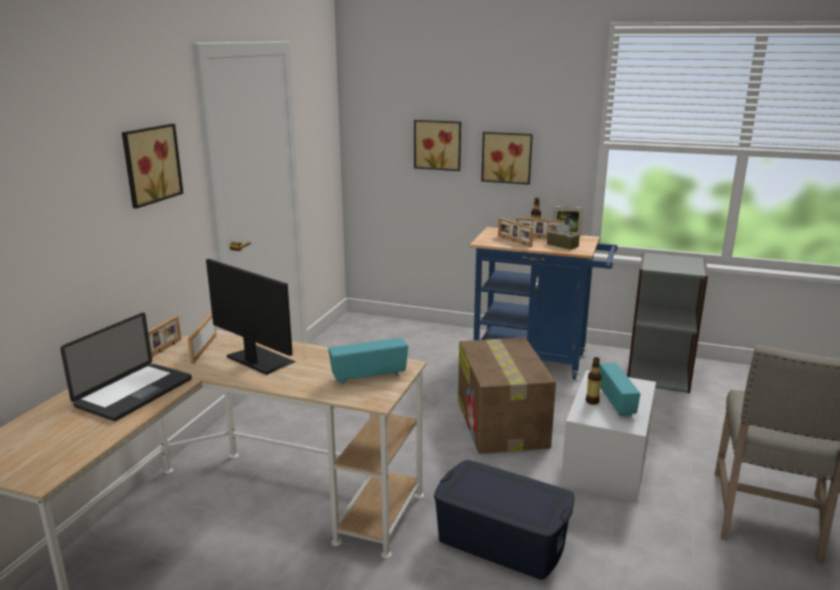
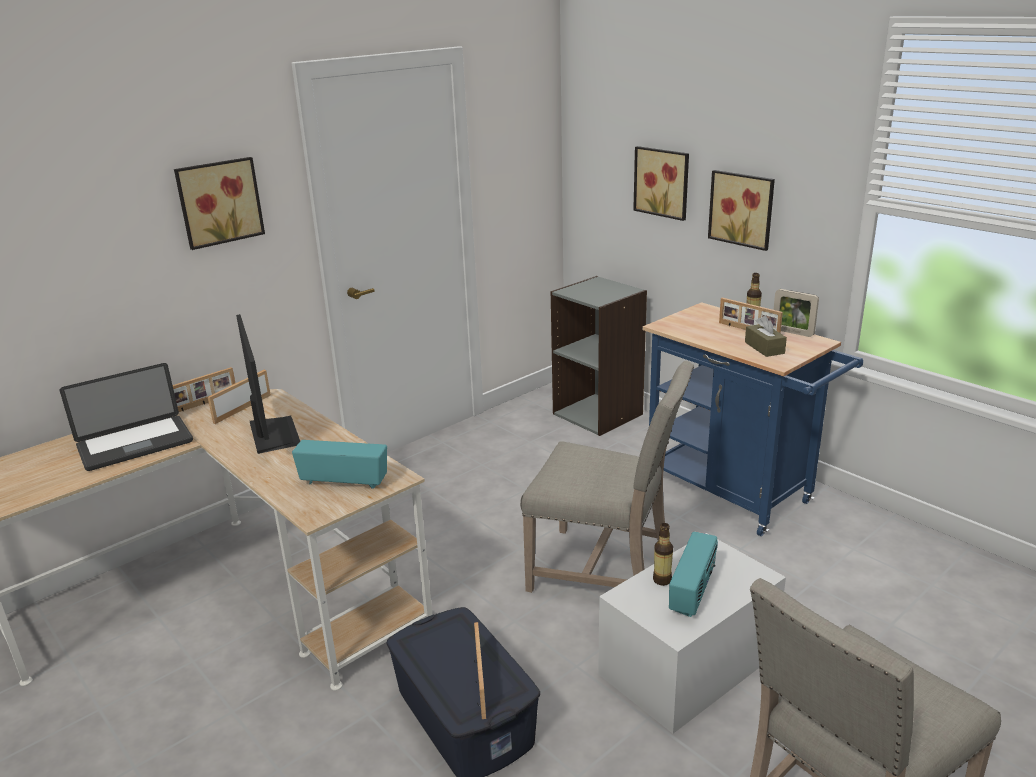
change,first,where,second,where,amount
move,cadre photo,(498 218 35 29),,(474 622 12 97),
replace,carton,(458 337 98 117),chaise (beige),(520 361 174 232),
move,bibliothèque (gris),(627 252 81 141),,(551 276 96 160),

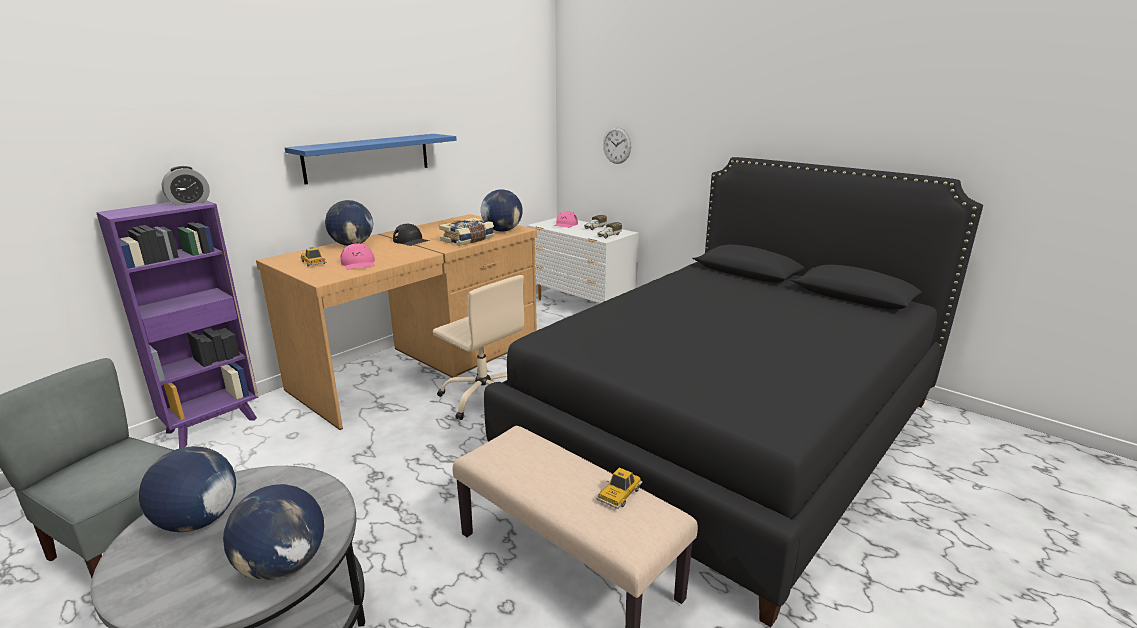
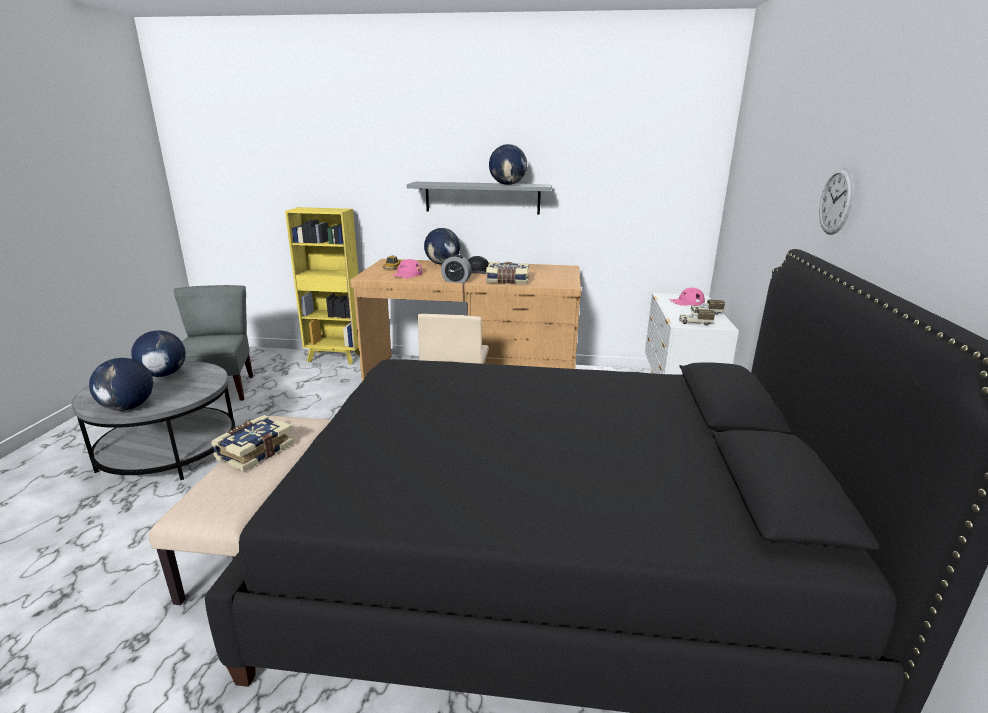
change,first,where,second,where,amount
insert,,,livre,(211 415 83 57),
recolor,bibliothèque (violet),(96 200 163 248),bibliothèque (jaune),(285 207 74 157),
recolor,étagère (bleu),(285 134 172 50),étagère (gris),(407 182 145 32),
move,réveil,(162 166 48 40),,(441 254 30 29),
move,globe,(481 189 42 43),,(489 144 38 41),
move,horloge murale,(603 127 28 37),,(819 168 35 67),
delete,petite voiture,(596 467 46 42),,,

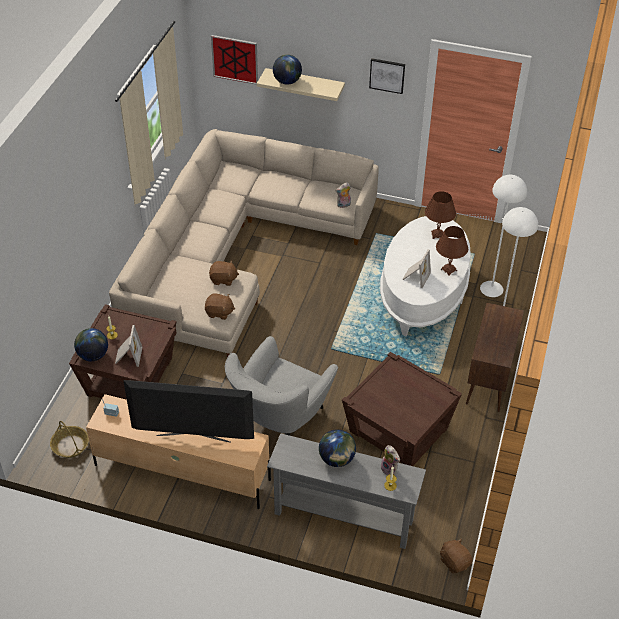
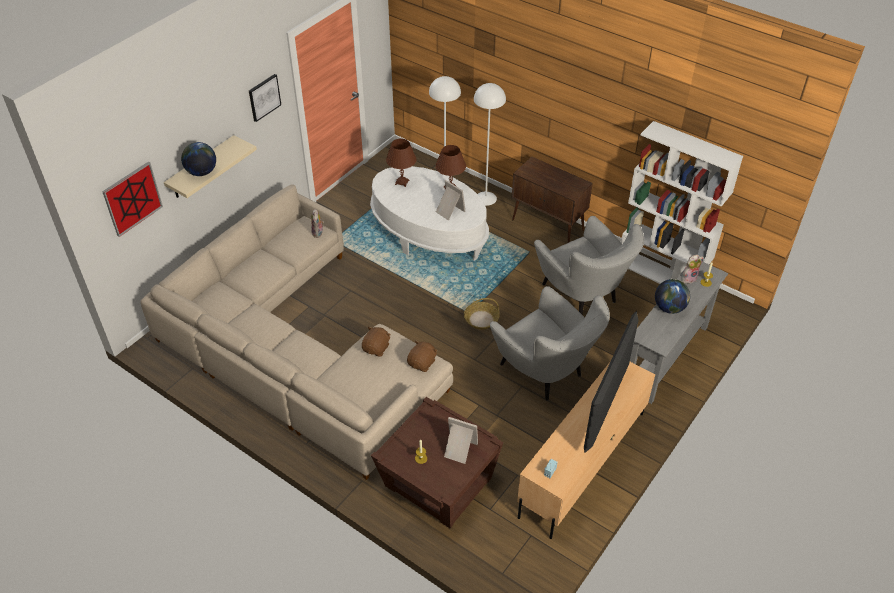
change,first,where,second,where,amount
move,panier,(50 421 39 37),,(464 298 36 32),
replace,table d'appoint (marron),(342 352 120 114),fauteuil (gris),(534 216 110 98),
insert,,,bibliothèque (blanc),(621 121 122 163),
delete,globe,(74 328 34 33),,,
delete,peluche (marron),(440 539 33 34),,,

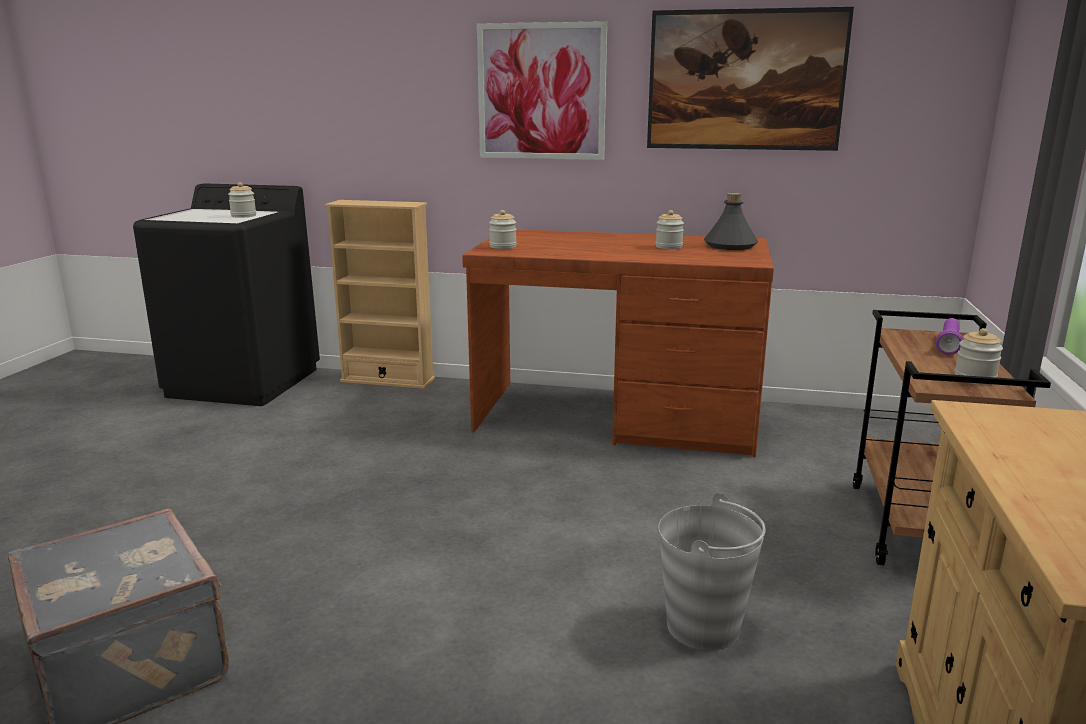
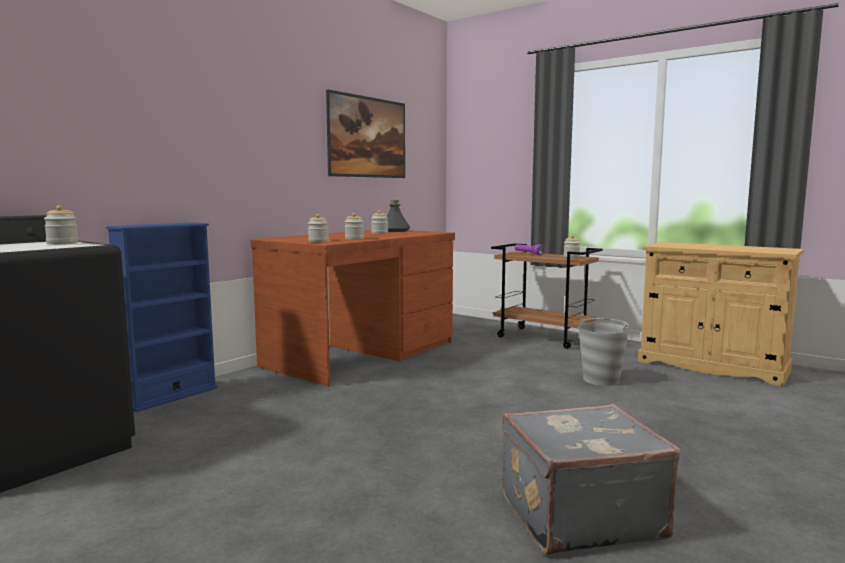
change,first,where,second,where,amount
recolor,bibliothèque (beige),(325 200 110 189),bibliothèque (bleu),(106 222 112 190),
insert,,,bocal,(345 213 19 27),
delete,tableau,(477 21 130 139),,,

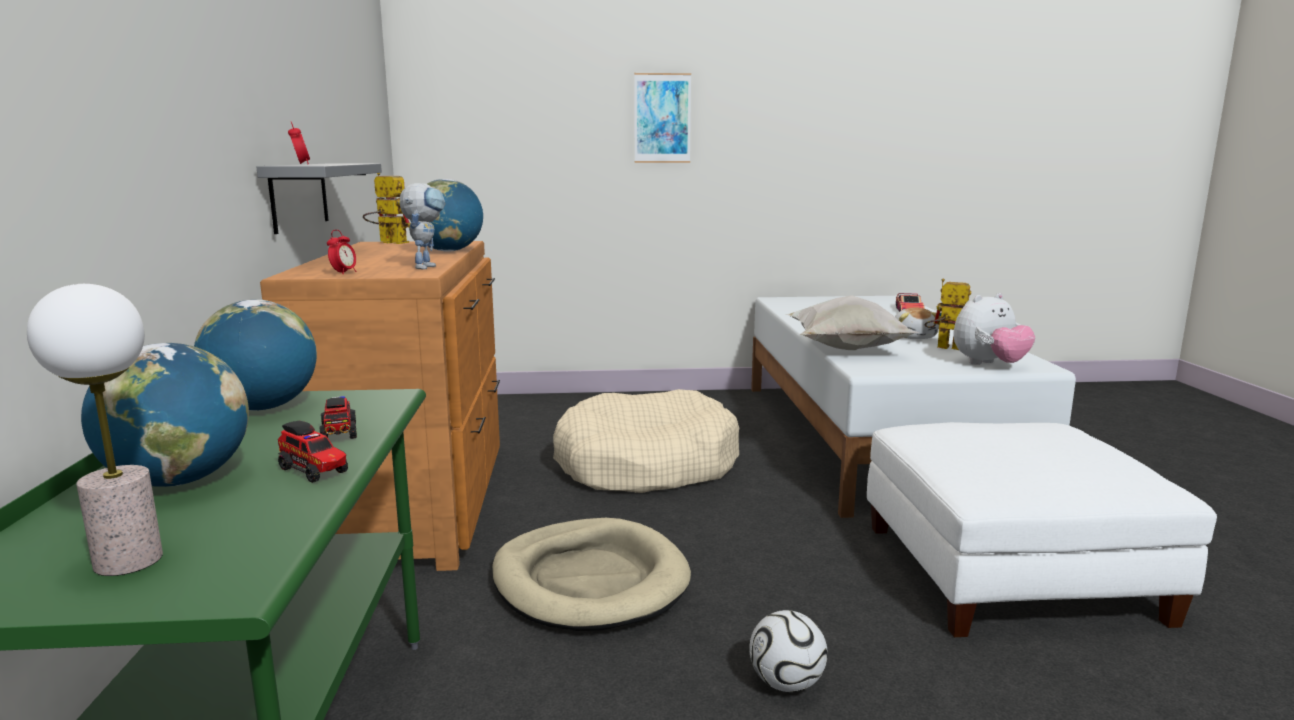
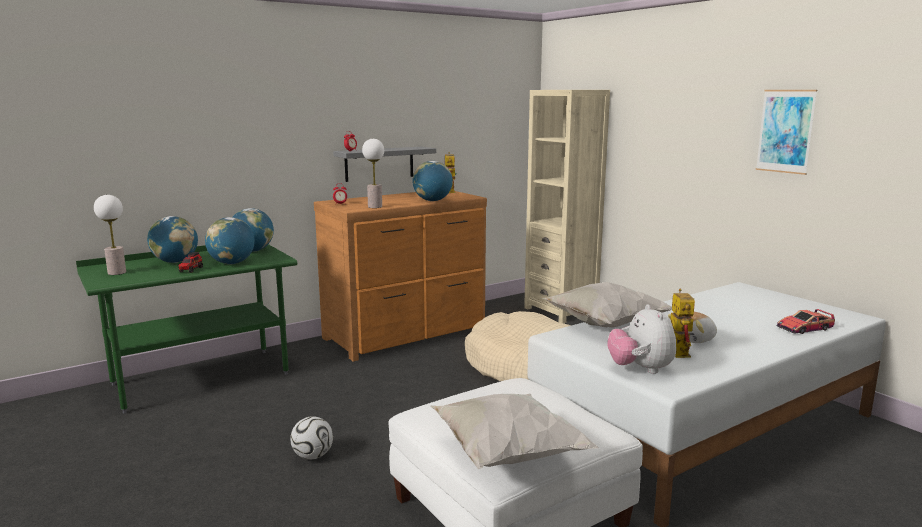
change,first,where,second,where,amount
replace,camion jouet,(319 396 38 43),globe,(205 217 50 47),
replace,robot jouet,(400 183 46 87),lampe de table,(362 139 22 69),
insert,,,coussin (blanc),(431 393 168 76),
insert,,,bibliothèque (beige),(524 90 86 233),
rotate,peluche,(953 293 82 72),,(607 304 69 70),45 degrees clockwise
move,tableau,(634 73 57 90),,(756 90 61 85),
delete,panier pour chien (beige),(492 518 199 113),,,

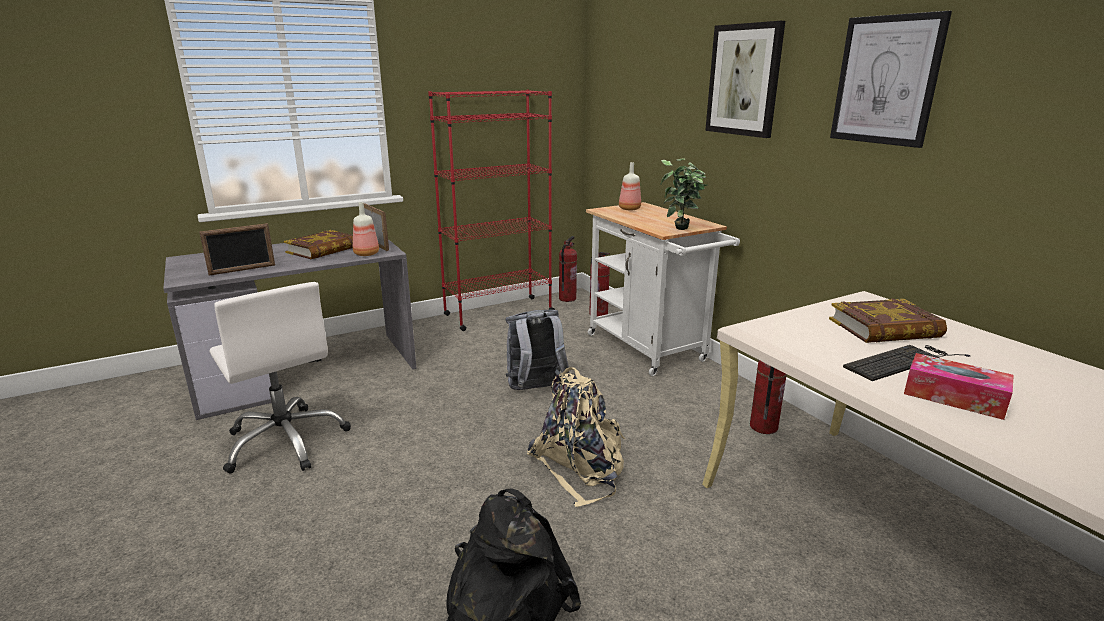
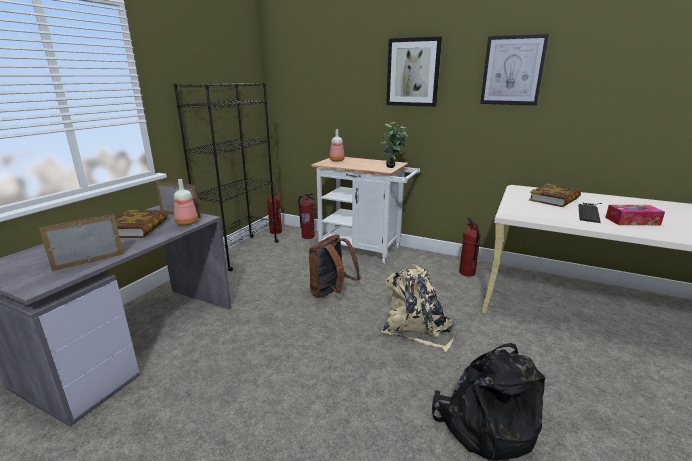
change,first,where,second,where,amount
rotate,cadre photo,(199 223 76 53),,(39 214 84 57),150 degrees counterclockwise
recolor,bibliothèque (rouge),(428 89 127 242),bibliothèque (noir),(174 82 105 189),
recolor,sac à dos (gris),(506 310 63 80),sac à dos (marron),(309 235 52 63),
delete,chaise de bureau (blanc),(209 282 142 192),,,

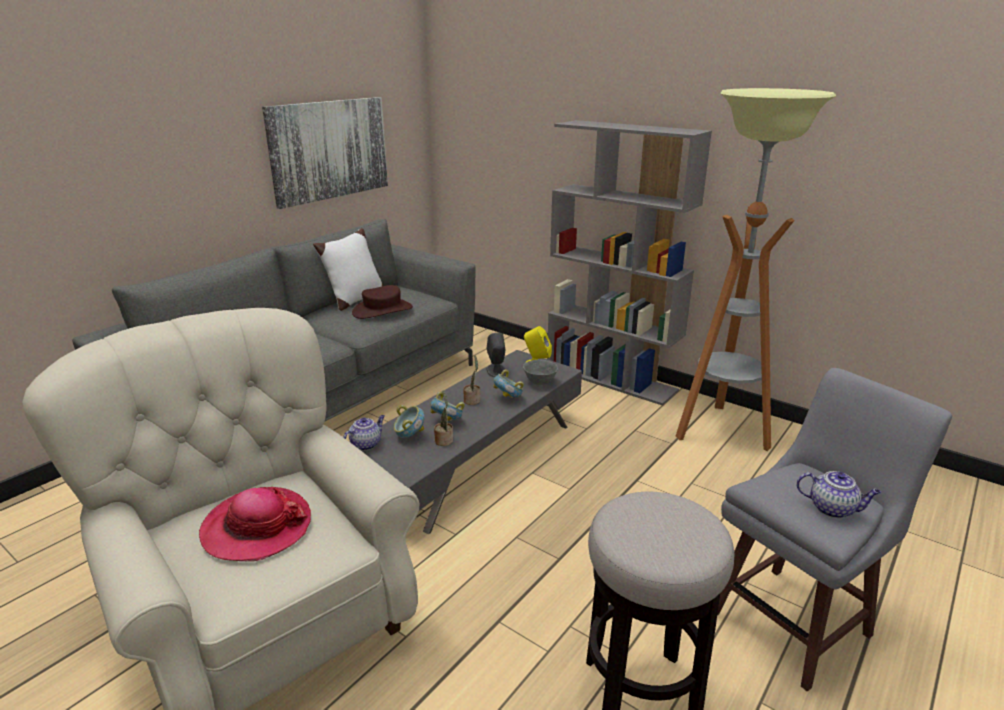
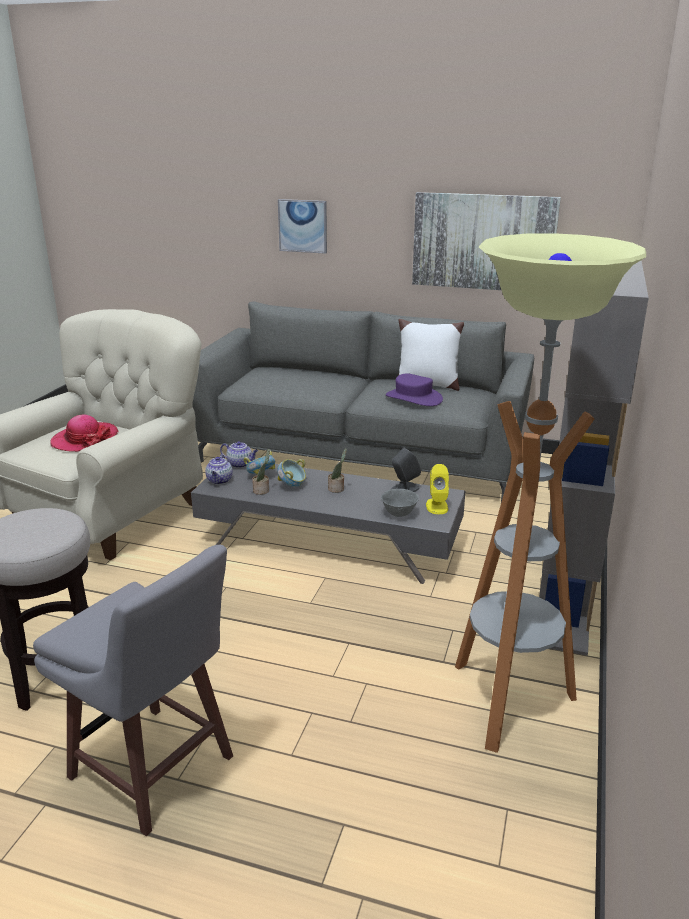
change,first,where,second,where,amount
move,théière,(796 471 85 47),,(205 454 28 30),
insert,,,tableau,(278 199 49 55),
recolor,chapeau (marron),(352 285 61 34),chapeau (violet),(386 373 57 33),
delete,bol,(493 369 31 29),,,

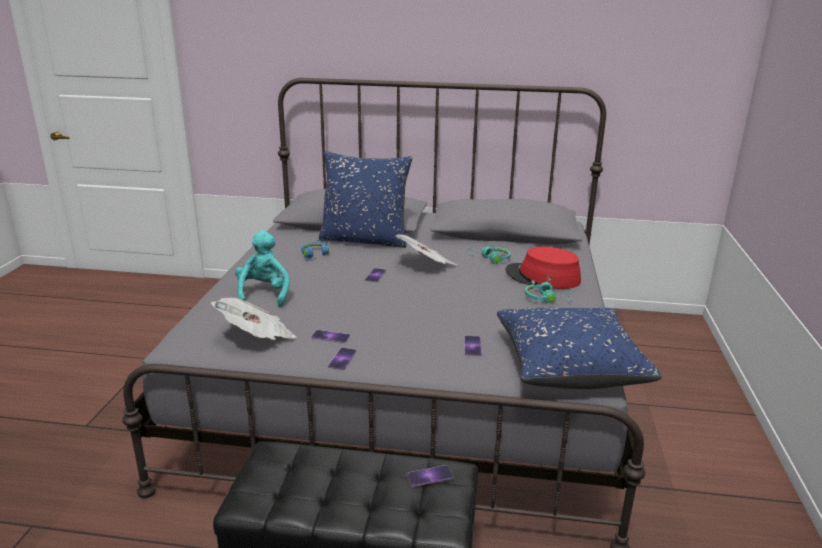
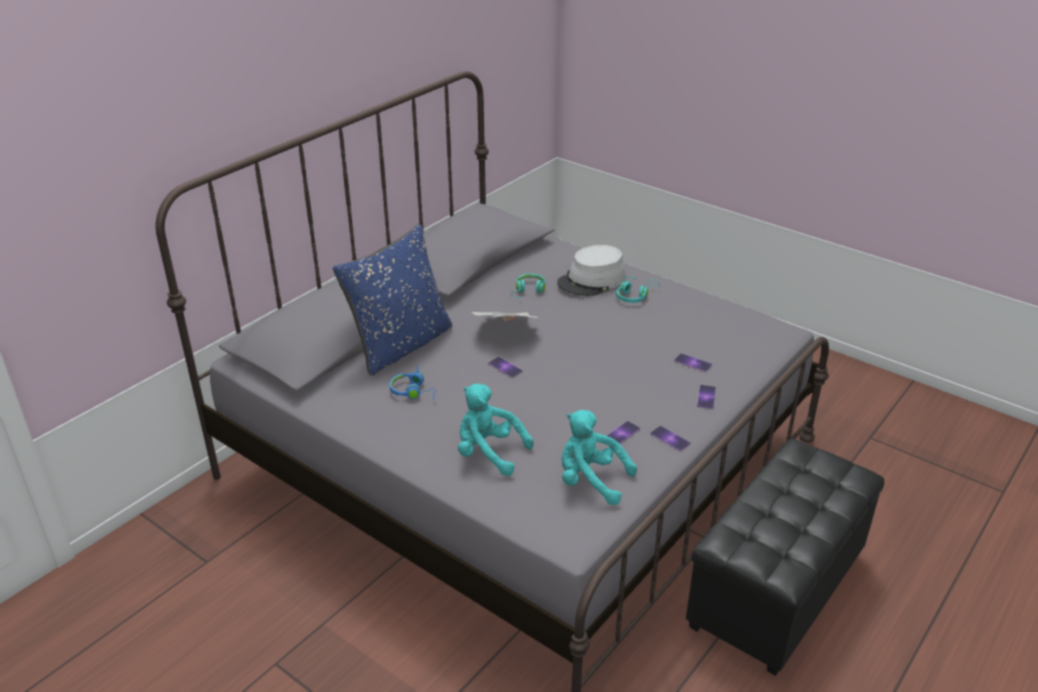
change,first,where,second,where,amount
recolor,chapeau (rouge),(505 247 76 42),chapeau (gris),(557 245 68 51),
replace,journal,(211 298 86 42),peluche (turquoise),(561 410 76 95),
move,téléphone,(407 465 46 22),,(697 385 19 24),
delete,coussin (bleu),(497 308 165 81),,,

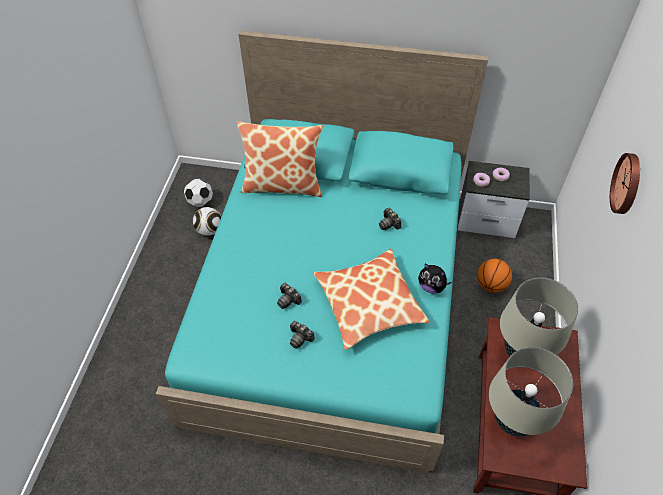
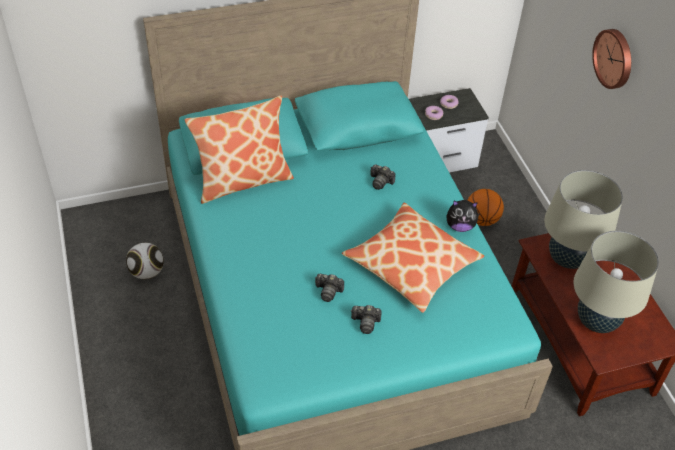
change,first,where,second,where,amount
delete,ballon de foot,(184 179 29 28),,,

